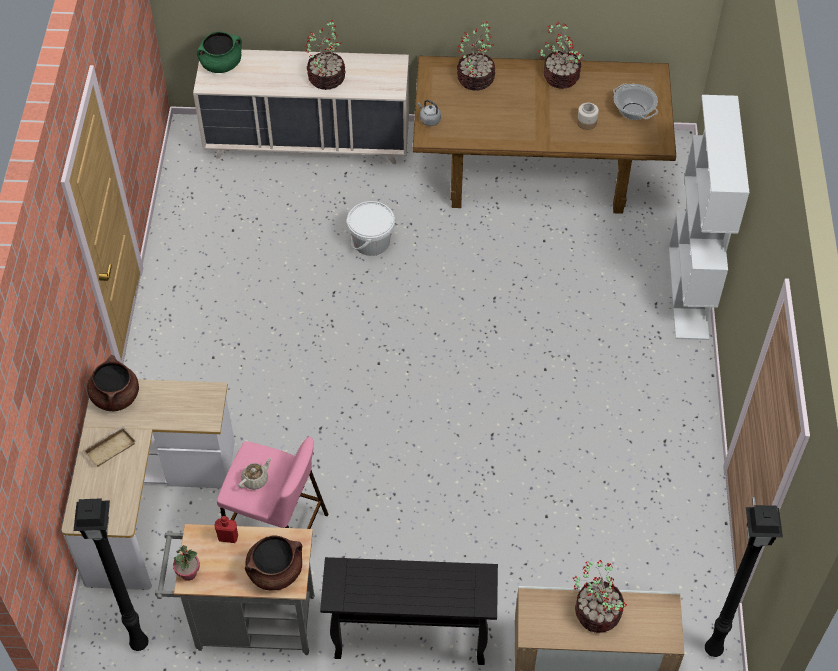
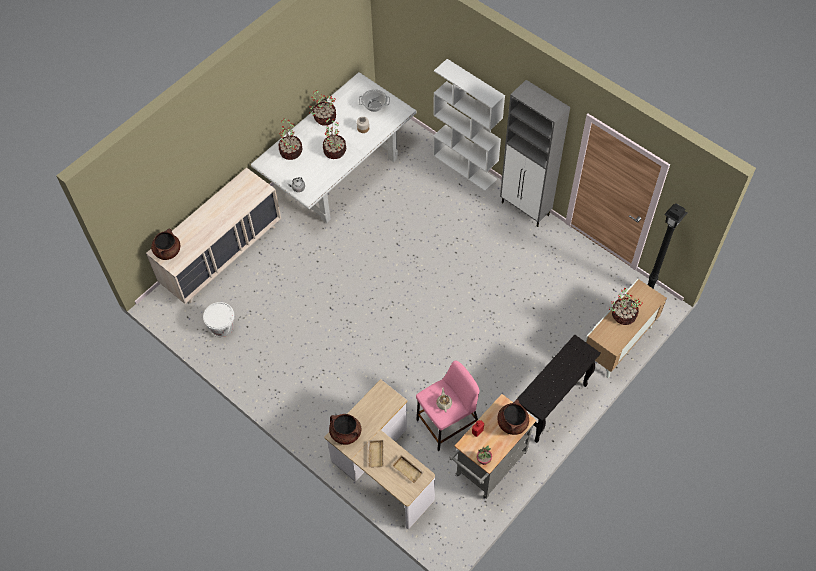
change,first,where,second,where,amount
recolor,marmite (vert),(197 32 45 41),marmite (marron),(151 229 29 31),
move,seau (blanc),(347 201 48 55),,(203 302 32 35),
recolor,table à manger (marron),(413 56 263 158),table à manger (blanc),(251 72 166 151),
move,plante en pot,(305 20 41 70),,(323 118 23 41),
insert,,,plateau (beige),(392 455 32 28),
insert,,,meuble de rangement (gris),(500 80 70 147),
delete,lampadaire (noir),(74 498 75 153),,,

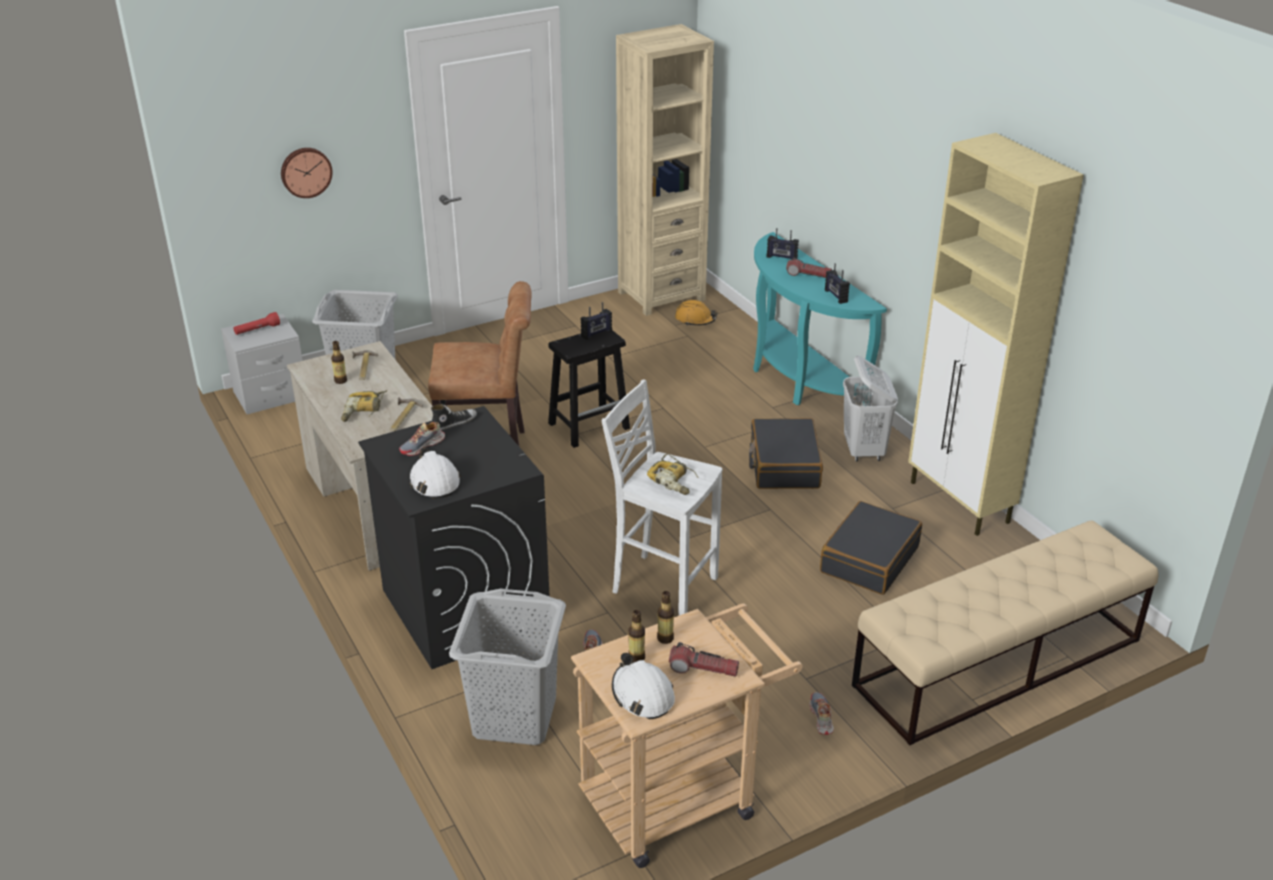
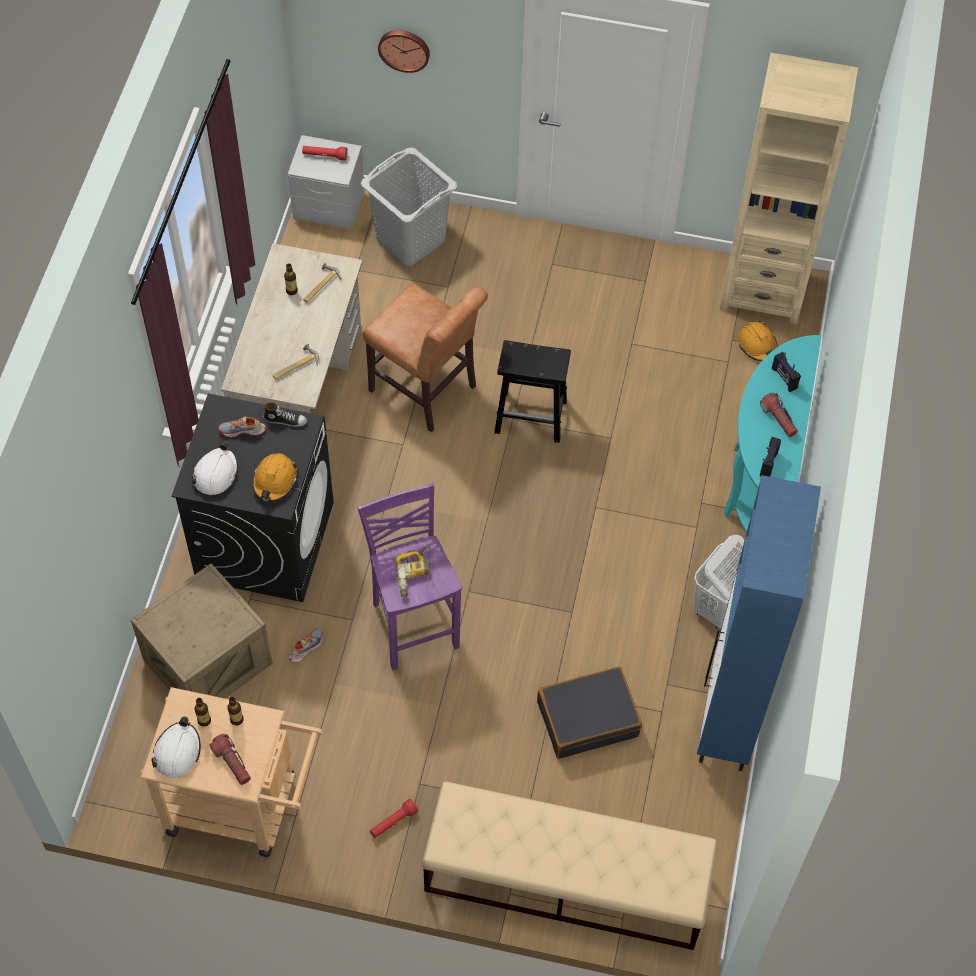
change,first,where,second,where,amount
replace,panier à linge (gris),(449 589 117 156),caisse,(131 563 142 135),
insert,,,casque de chantier (orange),(252 453 46 49),
recolor,tabouret (blanc),(602 379 120 236),tabouret (violet),(357 483 105 187),
replace,chaussure,(809 692 25 43),lampe de poche (rouge),(370 799 48 39),
recolor,meuble de rangement (beige),(908 133 176 403),meuble de rangement (bleu),(697 475 124 296),
delete,perceuse,(341 390 46 32),,,
delete,radio,(581 302 31 38),,,
delete,valise (noir),(749 418 74 71),,,

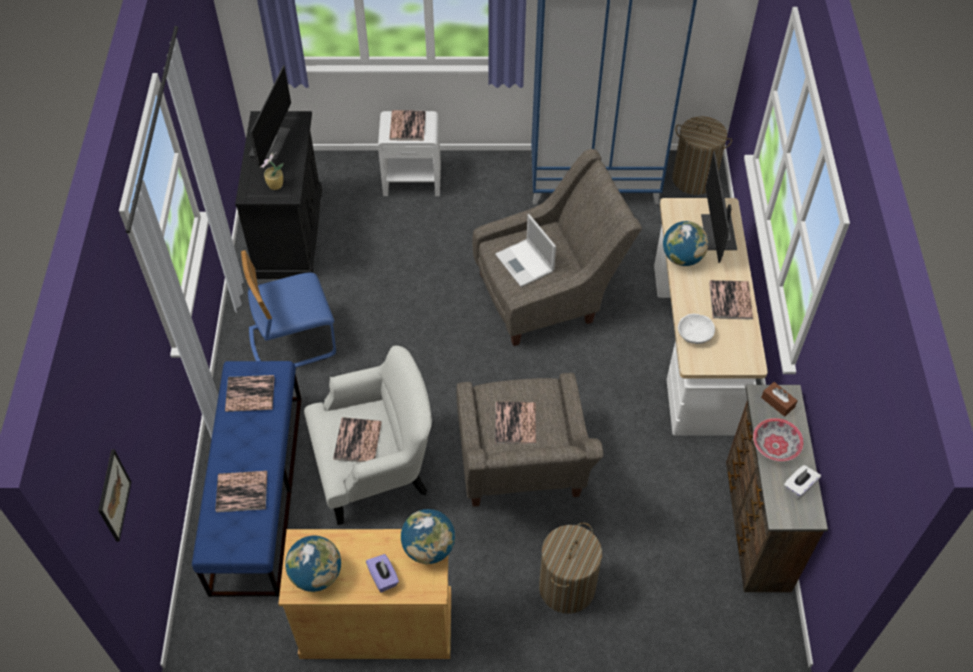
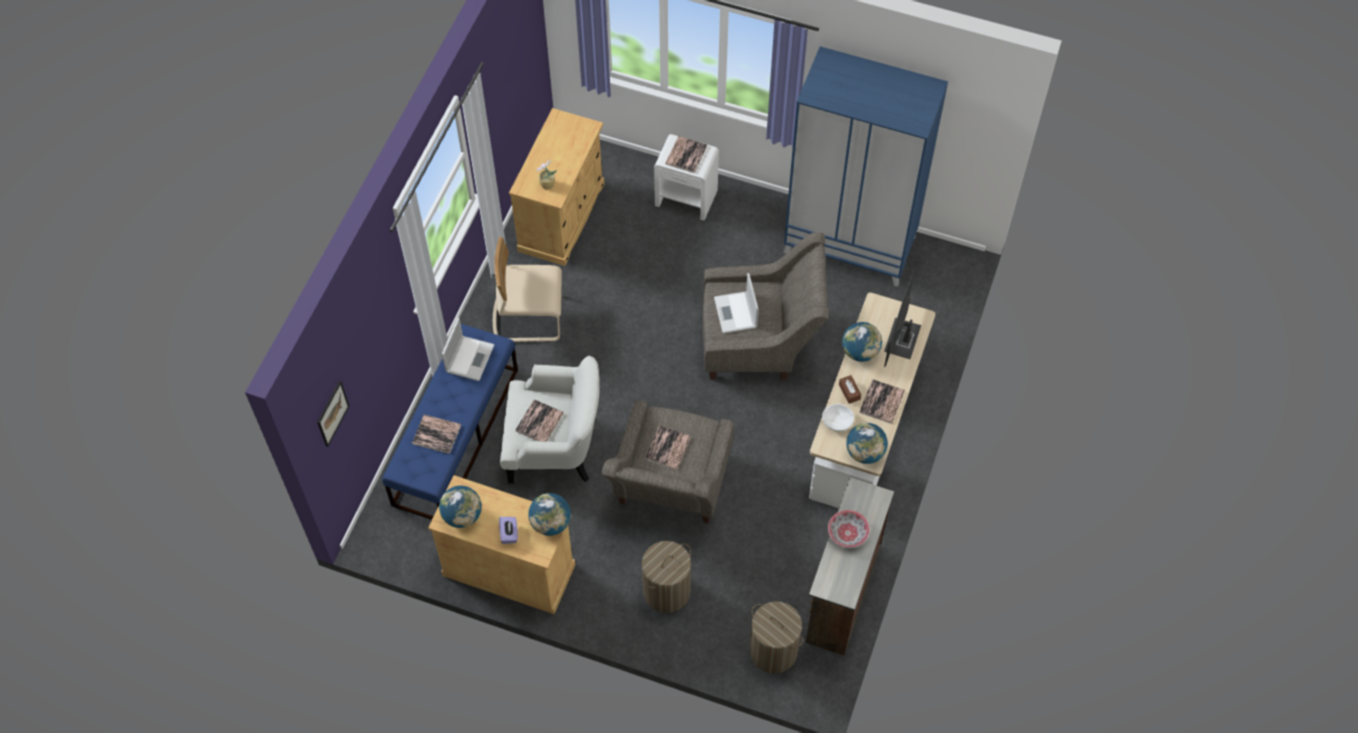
change,first,where,second,where,amount
replace,livre,(225 375 50 37),ordinateur portable,(442 318 53 63),
recolor,chaise (bleu),(241 250 95 117),chaise (beige),(493 237 69 105),
recolor,meuble de rangement (noir),(235 111 87 168),meuble de rangement (beige),(509 108 95 158),
move,panier à linge,(672 116 60 79),,(750 601 54 73),
move,boîte à mouchoirs (marron),(761 382 37 35),,(839 375 22 29),
insert,,,globe,(846 423 42 41),
delete,écran d'ordinateur,(248 65 43 104),,,
delete,boîte à mouchoirs (blanc),(784 465 37 35),,,

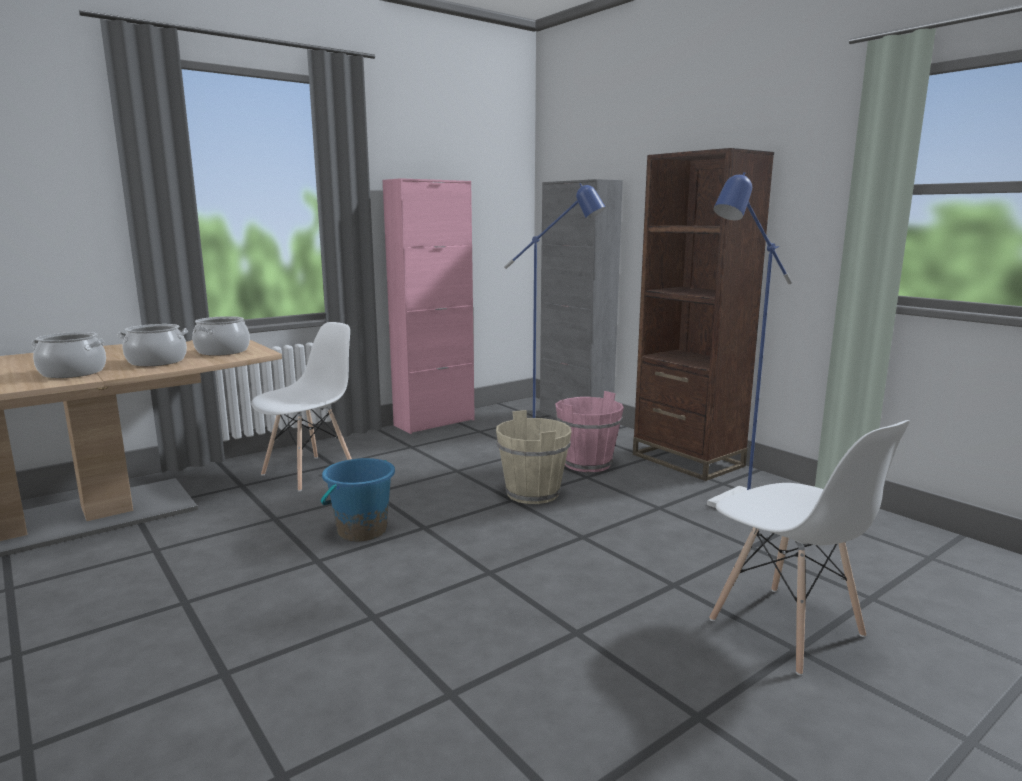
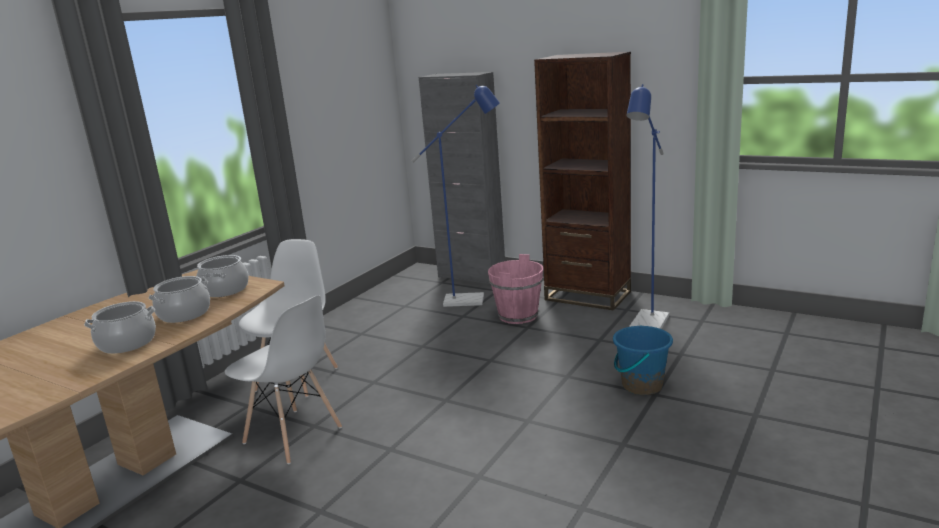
change,first,where,second,where,amount
move,chaise (blanc),(709 420 201 256),,(225 295 117 169),
move,seau (bleu),(321 458 74 83),,(613 325 60 70),
delete,meuble de rangement (rose),(383 178 92 256),,,
delete,seau (beige),(496 410 76 94),,,

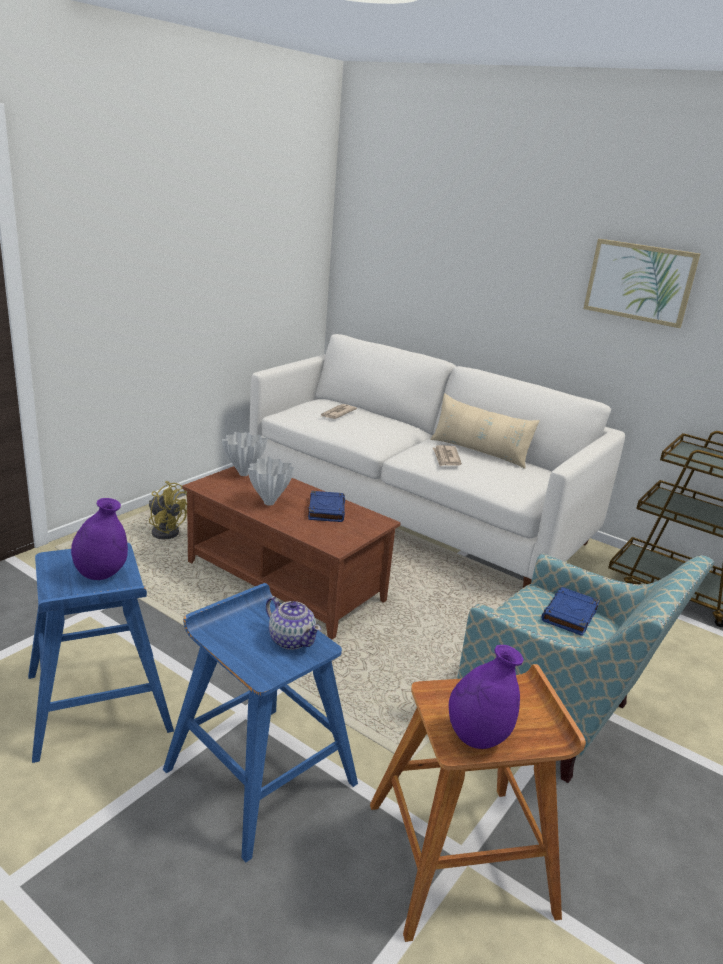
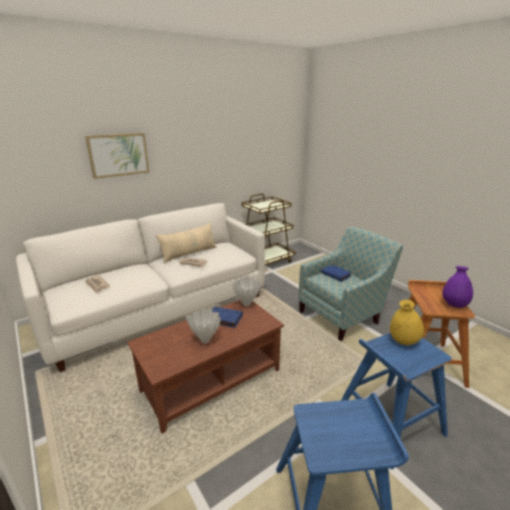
change,first,where,second,where,amount
move,tableau,(583 239 117 89),,(85 133 64 46),
move,vase (blanc),(222 432 46 44),,(232 276 29 30),
replace,théière,(266 597 55 53),vase (jaune),(390 300 34 45),
delete,vase (violet),(71 498 57 82),,,
delete,ventilateur (jaune),(149 481 38 58),,,

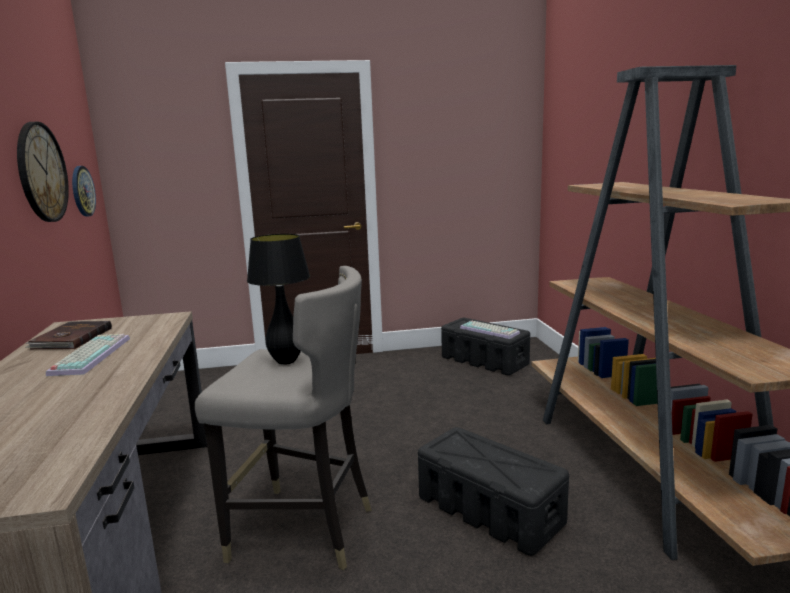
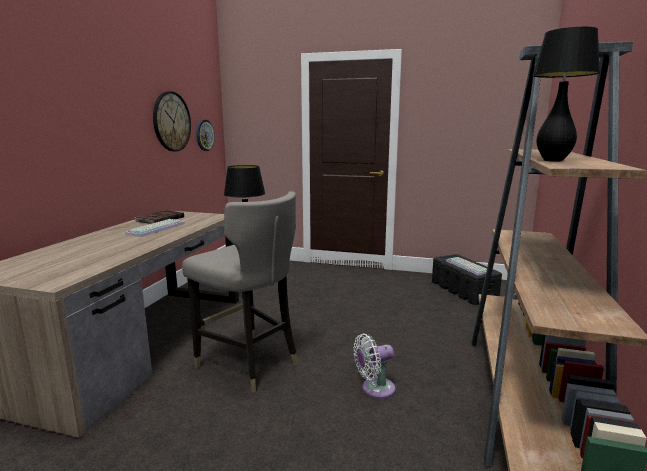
change,first,where,second,where,amount
replace,boîte de rangement (noir),(418 427 151 129),ventilateur (blanc),(353 334 43 65),
insert,,,lampe de table (noir),(532 27 68 135),

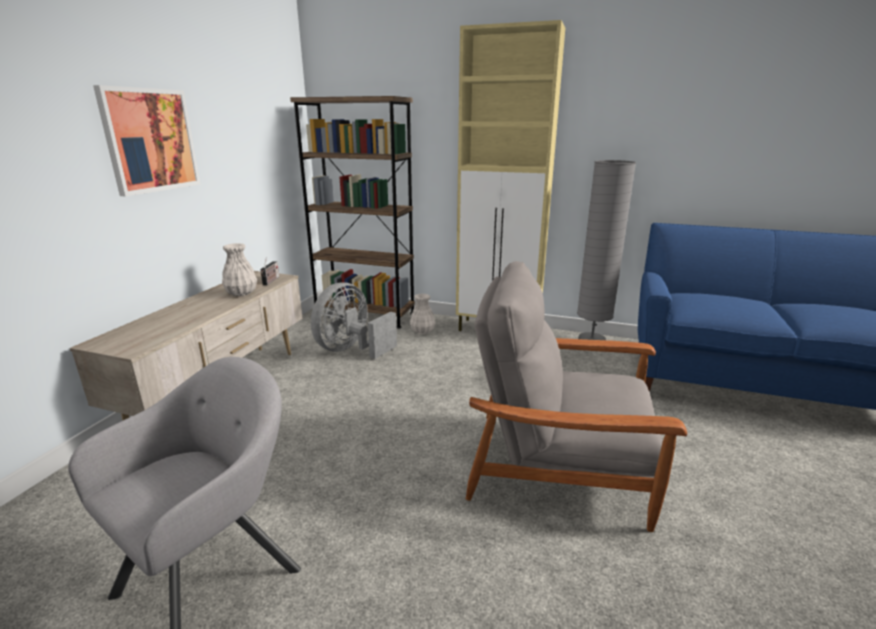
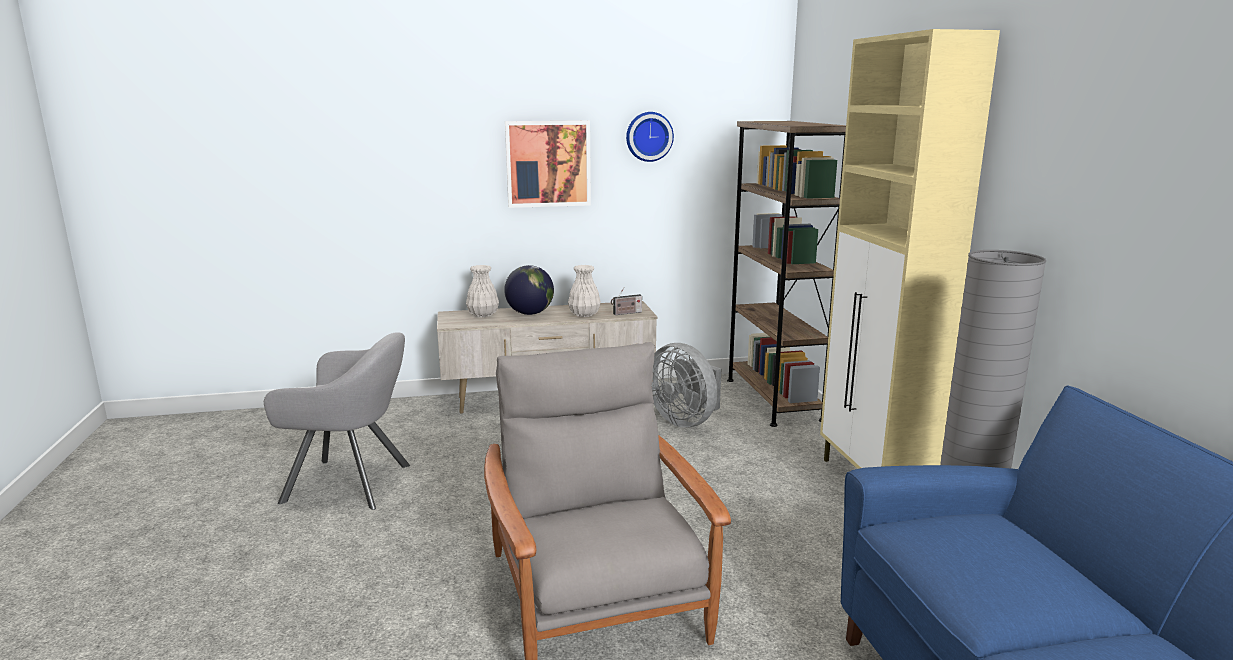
change,first,where,second,where,amount
move,vase (blanc),(410 293 25 41),,(466 265 33 52),
insert,,,globe,(504 265 50 50),
insert,,,horloge murale,(626 112 48 50),
rotate,ventilateur (gris),(311 283 86 76),,(652 343 69 85),135 degrees counterclockwise

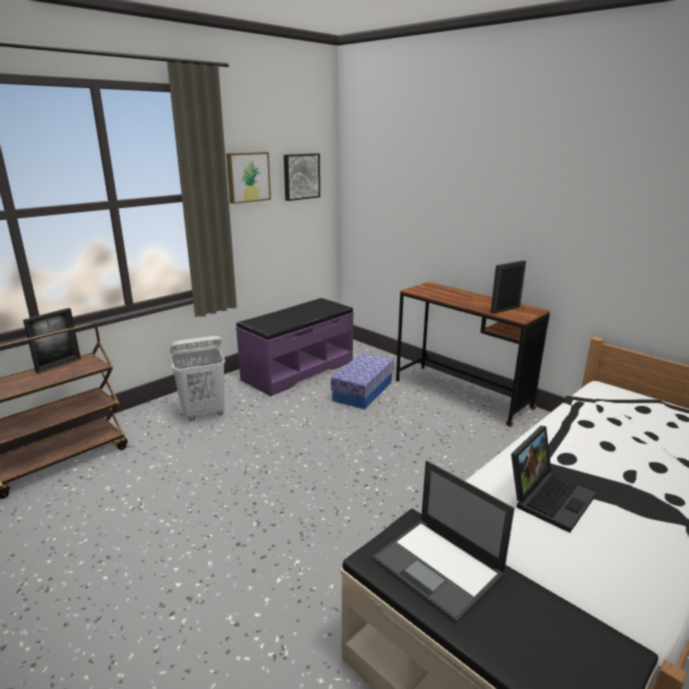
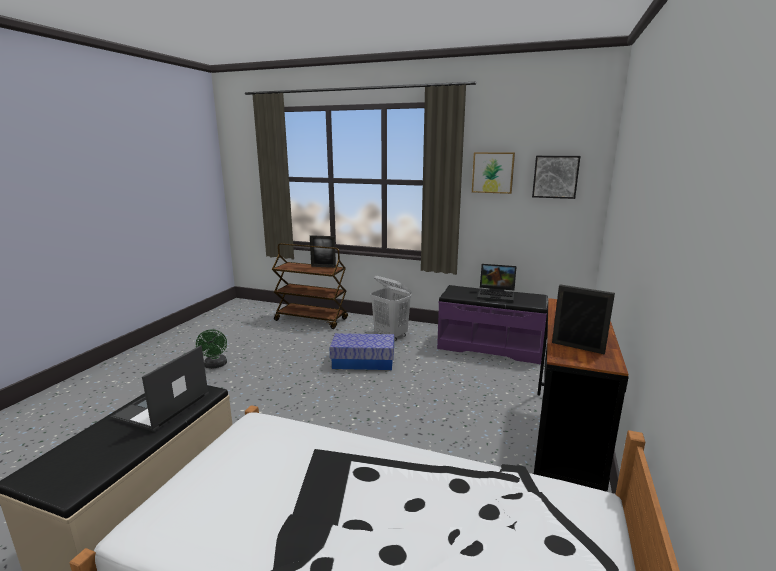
change,first,where,second,where,amount
insert,,,ventilateur (vert),(196 329 31 40),
move,boîte de rangement,(331 353 63 57),,(329 333 65 37),
move,ordinateur portable,(511 426 85 107),,(477 264 40 39),

